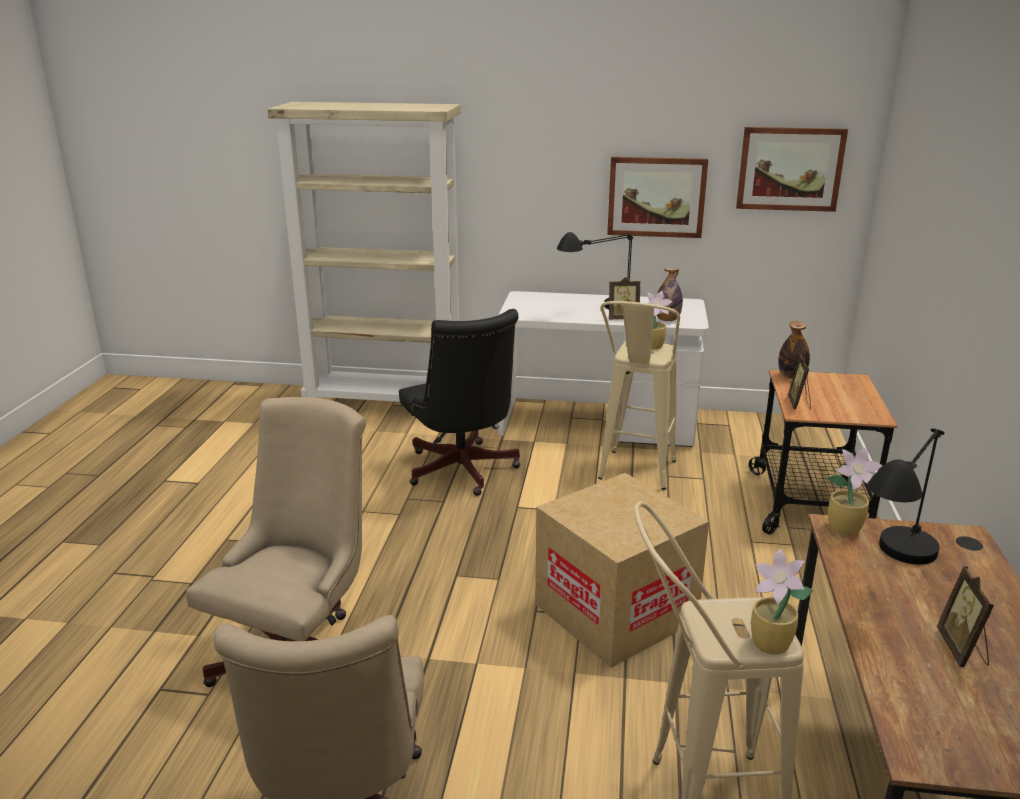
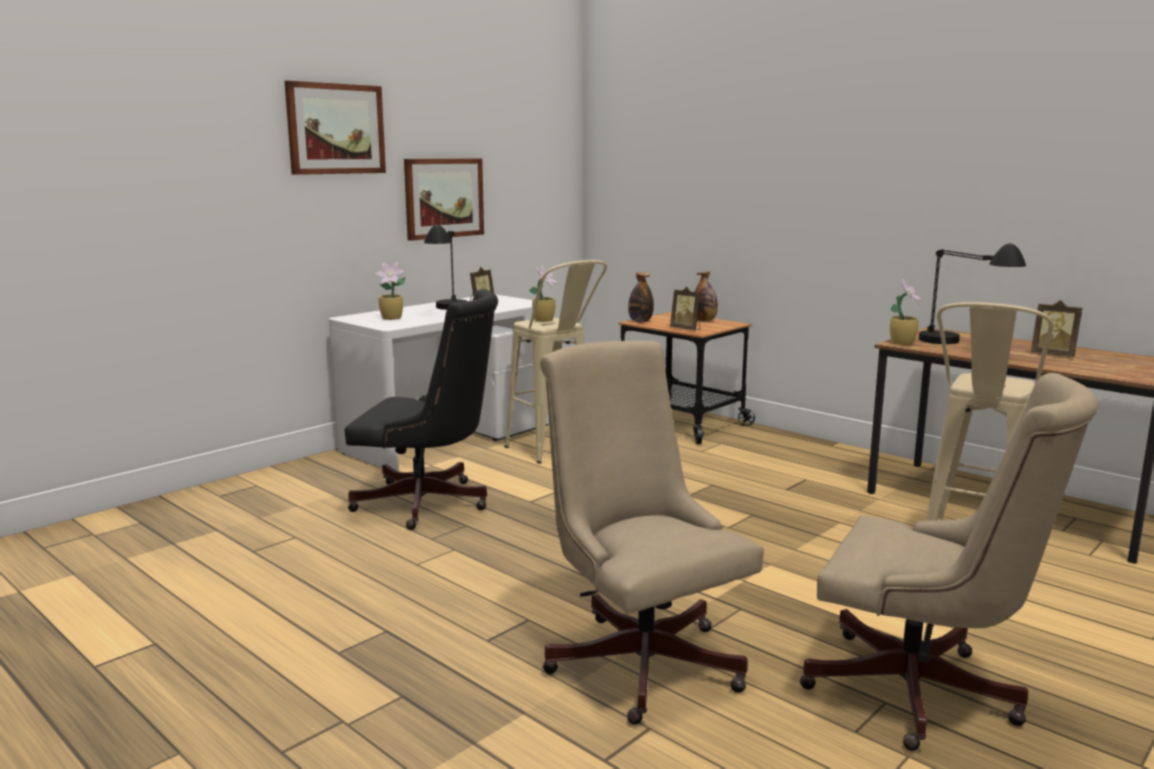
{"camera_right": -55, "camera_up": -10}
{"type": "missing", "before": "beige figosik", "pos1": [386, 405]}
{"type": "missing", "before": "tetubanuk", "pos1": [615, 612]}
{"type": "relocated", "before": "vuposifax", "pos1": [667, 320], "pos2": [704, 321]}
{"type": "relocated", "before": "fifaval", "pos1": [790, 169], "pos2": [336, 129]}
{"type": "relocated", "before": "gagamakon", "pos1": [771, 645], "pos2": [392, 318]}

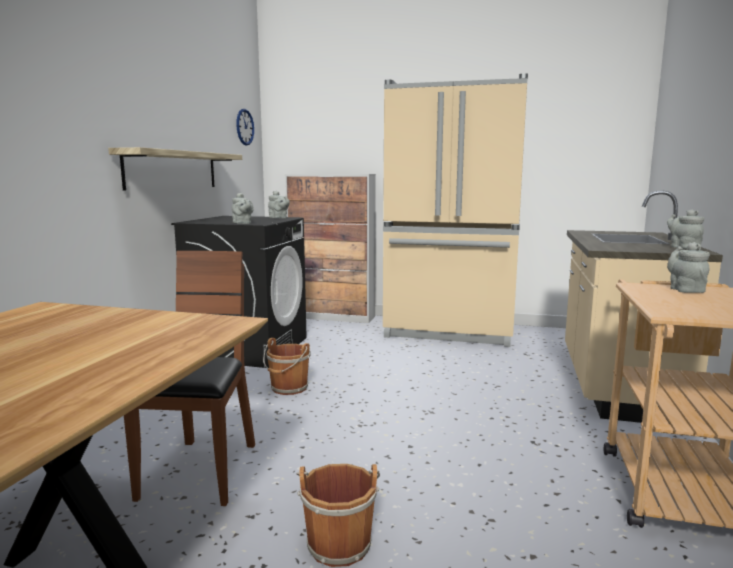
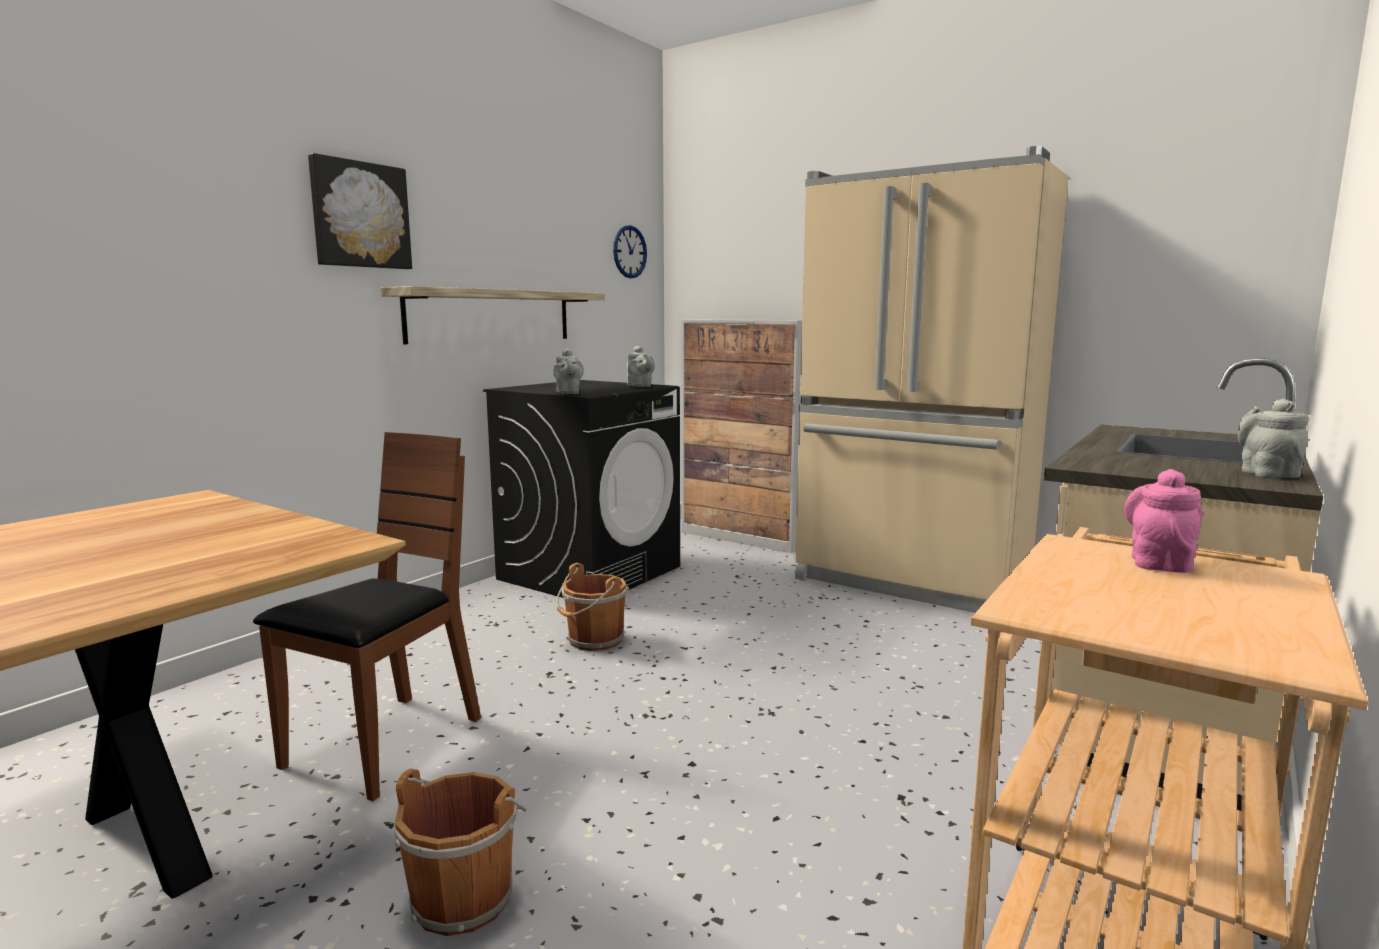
{"camera_right": 20, "camera_up": 0}
{"type": "colour", "before": "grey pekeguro", "after": "pink pekeguro", "pos1": [685, 289], "pos2": [1159, 562]}
{"type": "appeared", "after": "fifaval", "pos2": [359, 215]}

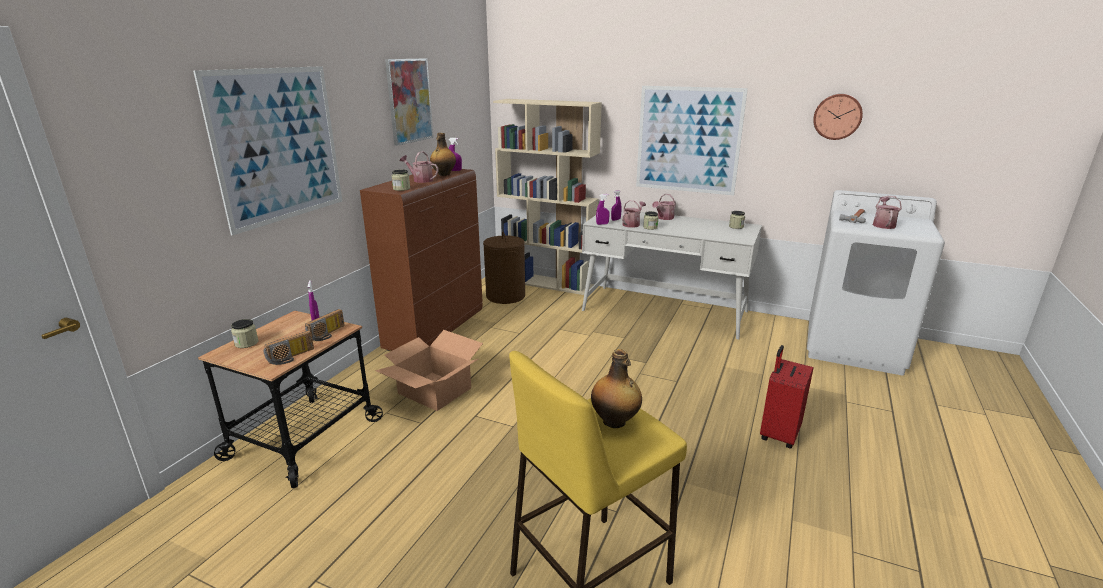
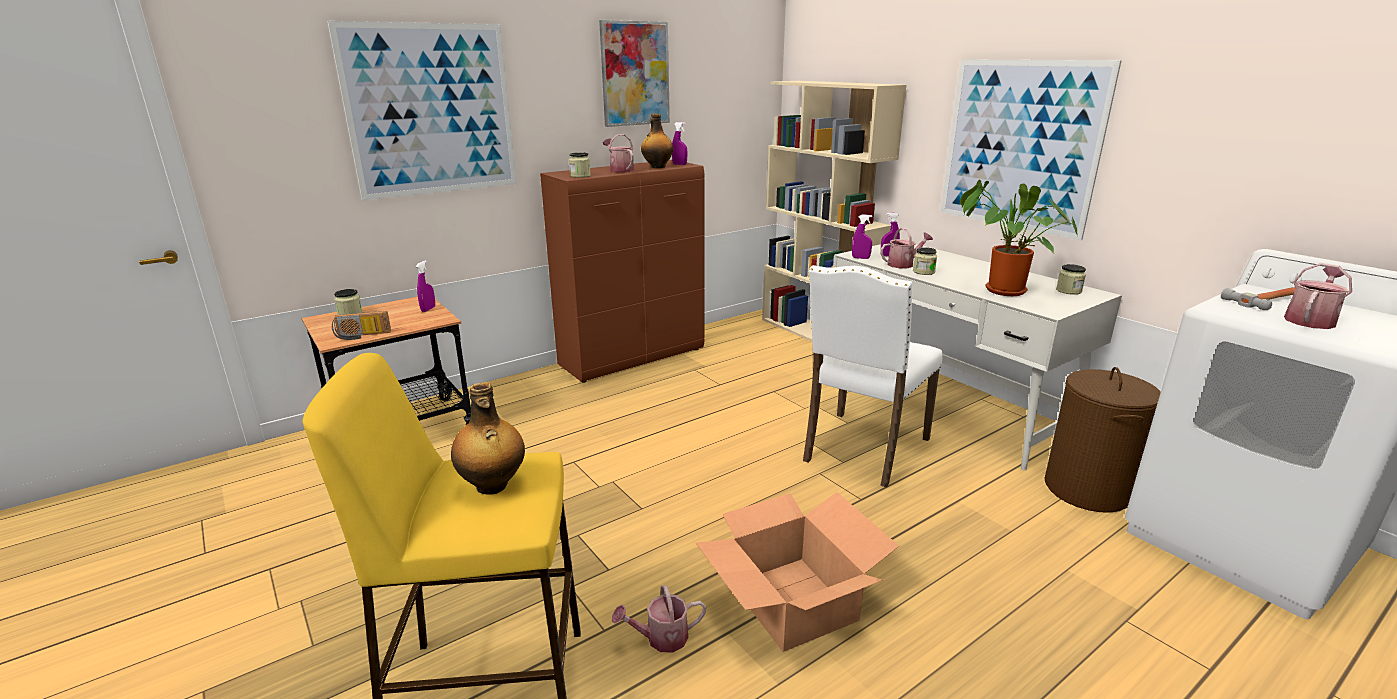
{"camera_right": 30, "camera_up": 0}
{"type": "missing", "before": "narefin", "pos1": [328, 334]}
{"type": "relocated", "before": "tetubanuk", "pos1": [434, 391], "pos2": [792, 603]}
{"type": "relocated", "before": "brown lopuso", "pos1": [505, 296], "pos2": [1087, 490]}
{"type": "relocated", "before": "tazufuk", "pos1": [664, 218], "pos2": [661, 638]}
{"type": "missing", "before": "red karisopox", "pos1": [778, 434]}
{"type": "missing", "before": "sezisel", "pos1": [837, 116]}
{"type": "appeared", "after": "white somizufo", "pos2": [862, 450]}
{"type": "appeared", "after": "gagamakon", "pos2": [1000, 291]}

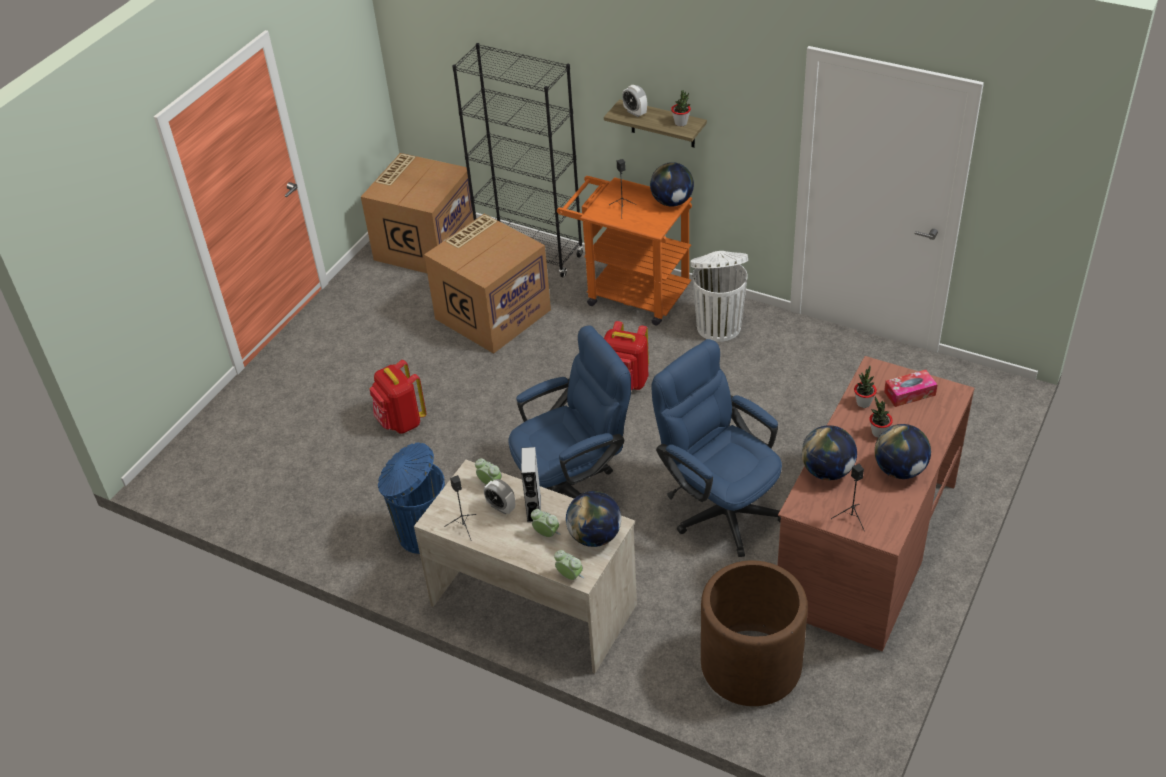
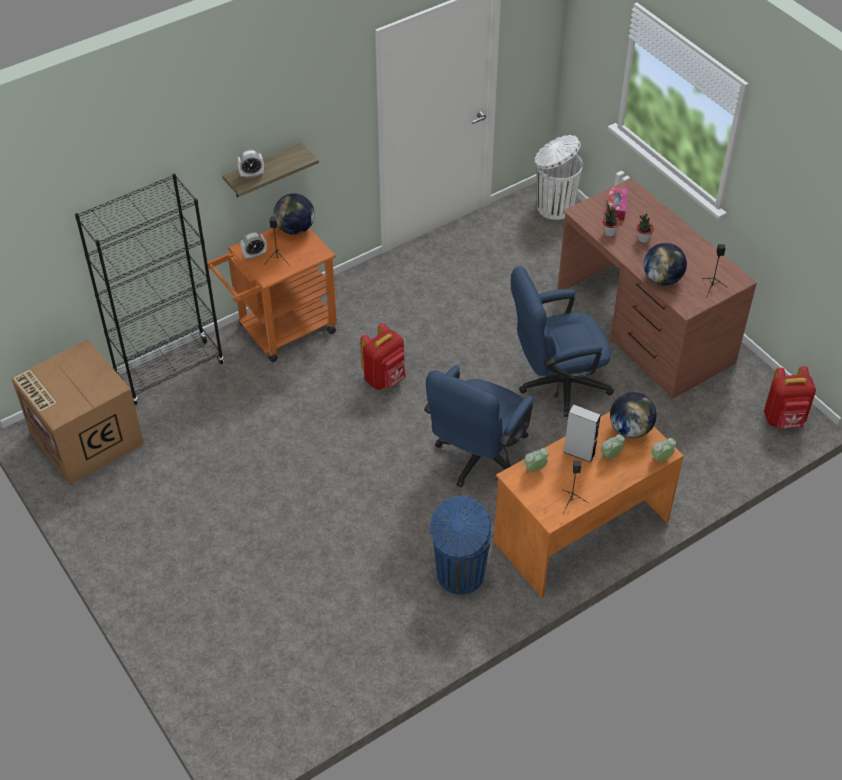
{"camera_right": -65, "camera_up": 5}
{"type": "relocated", "before": "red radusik", "pos1": [401, 422], "pos2": [784, 420]}
{"type": "colour", "before": "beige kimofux", "after": "orange kimofux", "pos1": [534, 603], "pos2": [580, 530]}
{"type": "missing", "before": "tetubanuk", "pos1": [493, 313]}
{"type": "relocated", "before": "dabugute", "pos1": [501, 507], "pos2": [254, 255]}
{"type": "spun", "before": "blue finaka", "pos1": [572, 488], "pos2": [477, 459], "turn": -150}
{"type": "missing", "before": "gagamakon", "pos1": [681, 123]}
{"type": "relocated", "before": "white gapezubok", "pos1": [718, 326], "pos2": [554, 207]}
{"type": "missing", "before": "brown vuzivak", "pos1": [751, 665]}
{"type": "missing", "before": "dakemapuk", "pos1": [900, 470]}

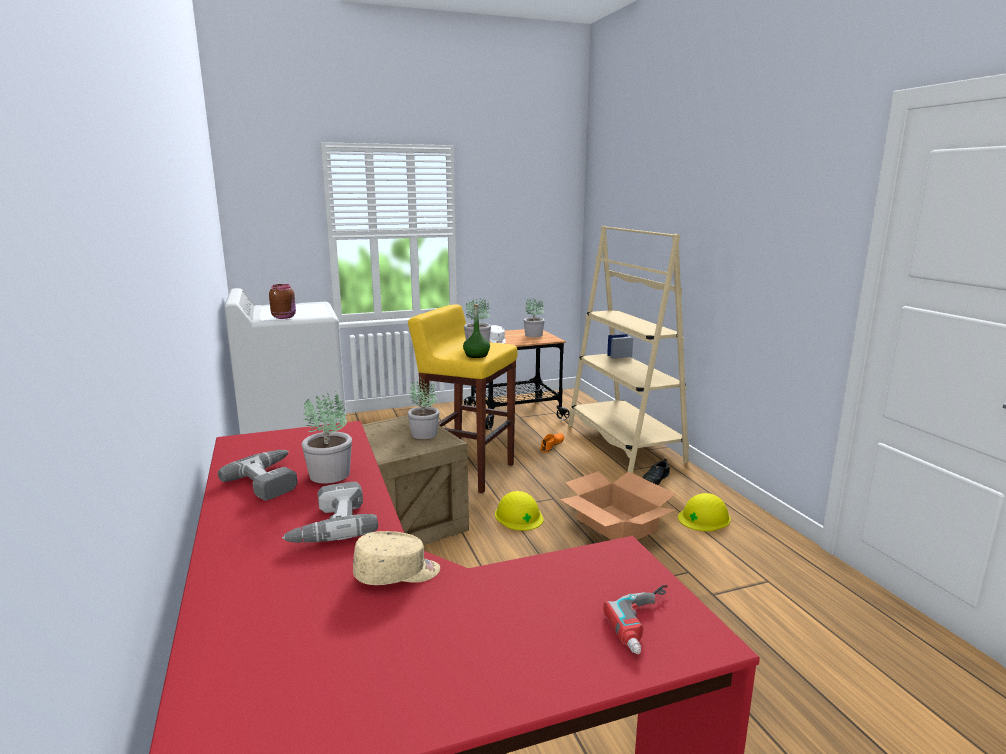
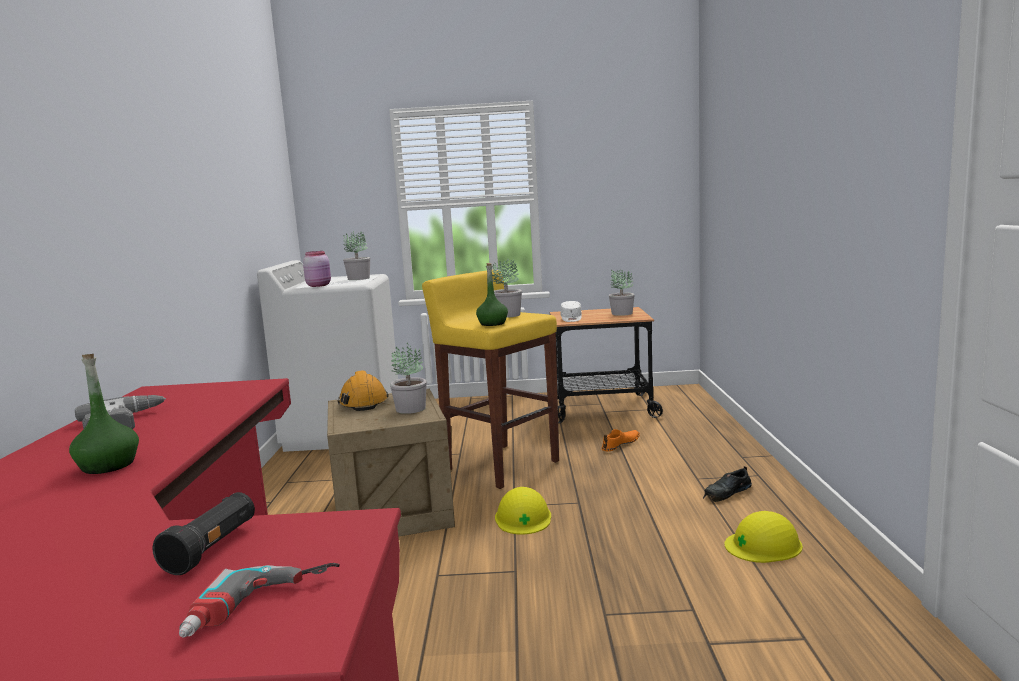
{"camera_right": 20, "camera_up": -5}
{"type": "colour", "before": "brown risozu", "after": "pink risozu", "pos1": [284, 317], "pos2": [319, 285]}
{"type": "exchanged", "before": "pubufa", "after": "green vuposifax", "pos1": [329, 524], "pos2": [108, 465]}
{"type": "relocated", "before": "gagamakon", "pos1": [330, 474], "pos2": [359, 278]}
{"type": "missing", "before": "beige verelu", "pos1": [397, 574]}
{"type": "missing", "before": "tetubanuk", "pos1": [616, 525]}
{"type": "missing", "before": "beige figosik", "pos1": [624, 443]}
{"type": "appeared", "after": "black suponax", "pos2": [212, 548]}
{"type": "appeared", "after": "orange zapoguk", "pos2": [363, 402]}

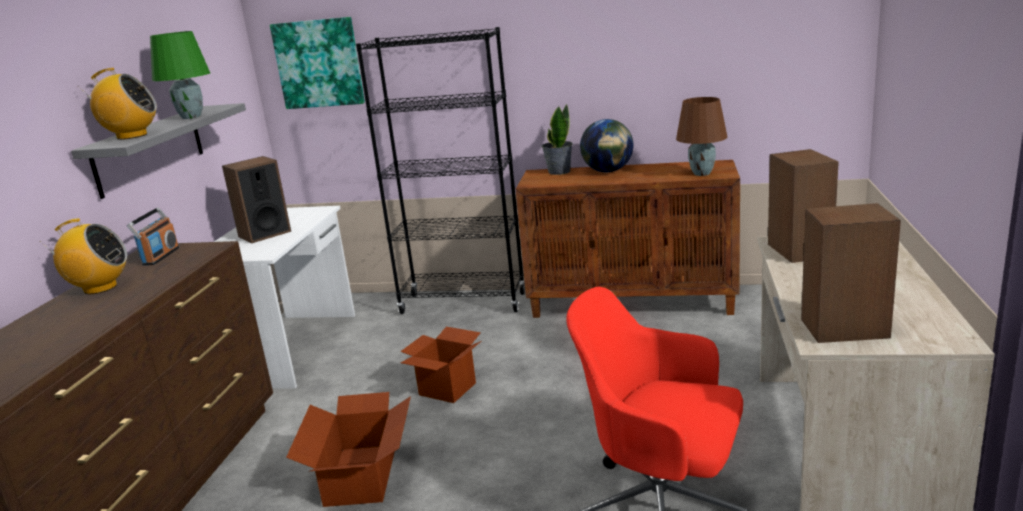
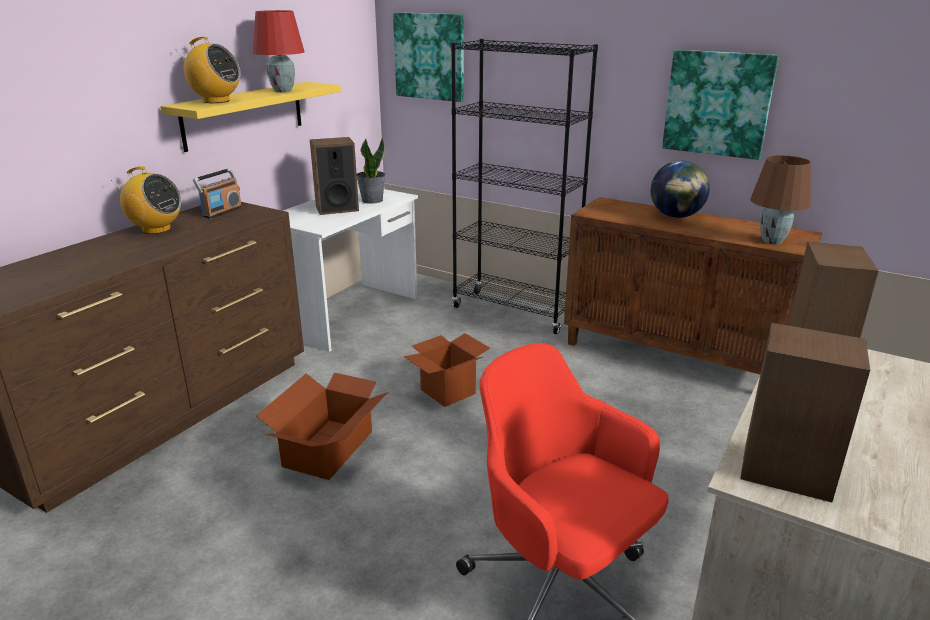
{"camera_right": 20, "camera_up": 5}
{"type": "colour", "before": "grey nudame", "after": "yellow nudame", "pos1": [149, 150], "pos2": [244, 115]}
{"type": "colour", "before": "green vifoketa", "after": "red vifoketa", "pos1": [190, 117], "pos2": [282, 91]}
{"type": "relocated", "before": "gagamakon", "pos1": [559, 171], "pos2": [372, 200]}
{"type": "appeared", "after": "fifaval", "pos2": [717, 103]}

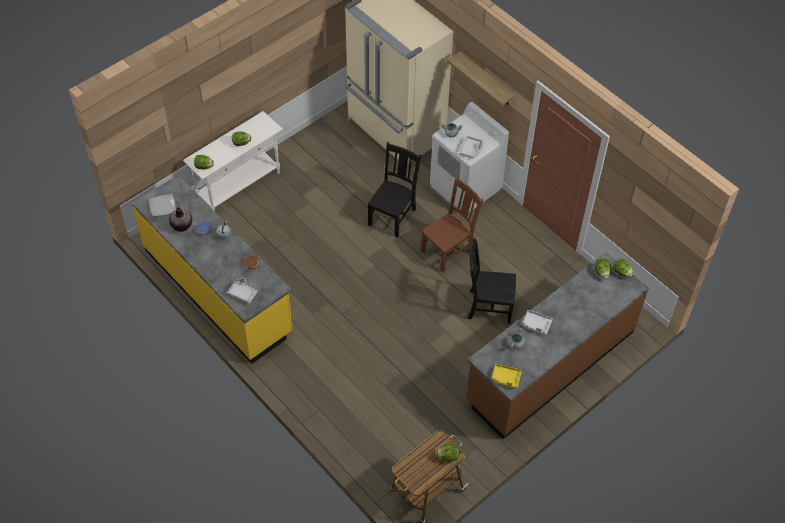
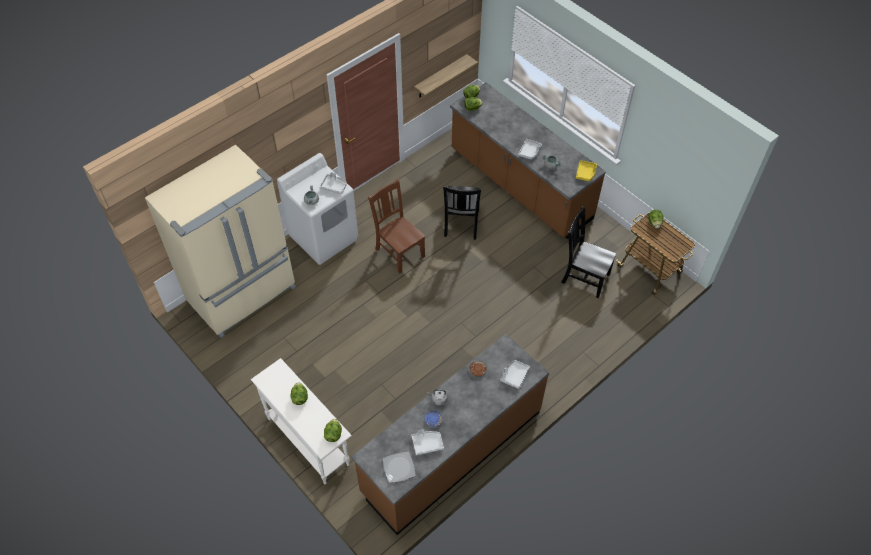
{"camera_right": -90, "camera_up": 0}
{"type": "colour", "before": "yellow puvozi", "after": "brown puvozi", "pos1": [218, 290], "pos2": [451, 451]}
{"type": "exchanged", "before": "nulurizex", "after": "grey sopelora", "pos1": [182, 225], "pos2": [427, 443]}
{"type": "relocated", "before": "black somizufo", "pos1": [393, 215], "pos2": [584, 277]}
{"type": "relocated", "before": "nudame", "pos1": [486, 80], "pos2": [440, 76]}

